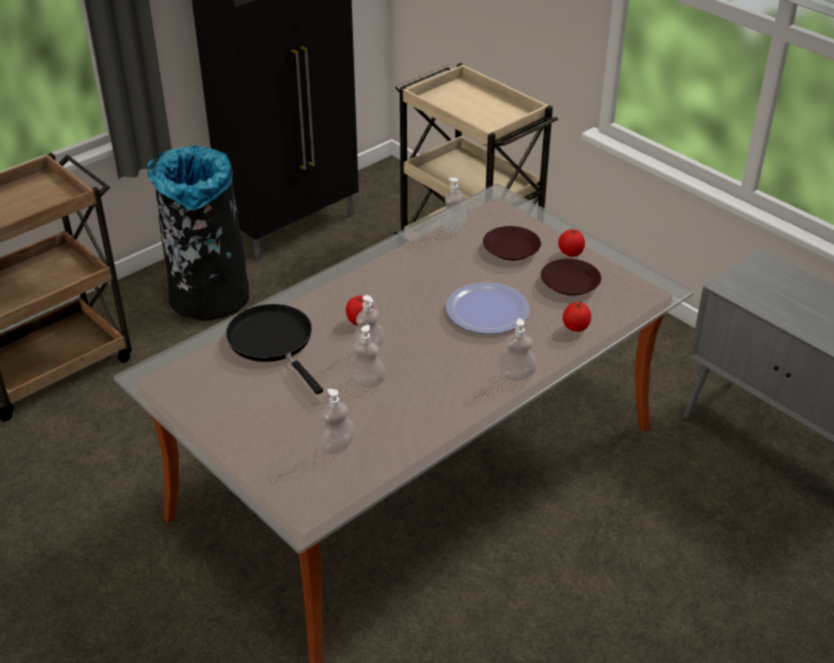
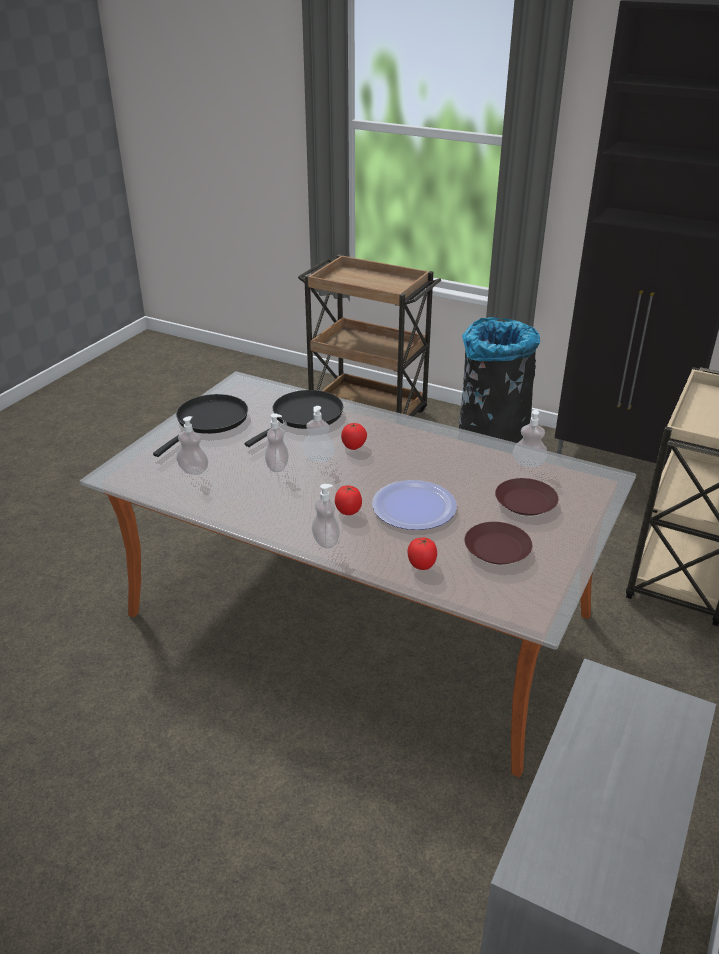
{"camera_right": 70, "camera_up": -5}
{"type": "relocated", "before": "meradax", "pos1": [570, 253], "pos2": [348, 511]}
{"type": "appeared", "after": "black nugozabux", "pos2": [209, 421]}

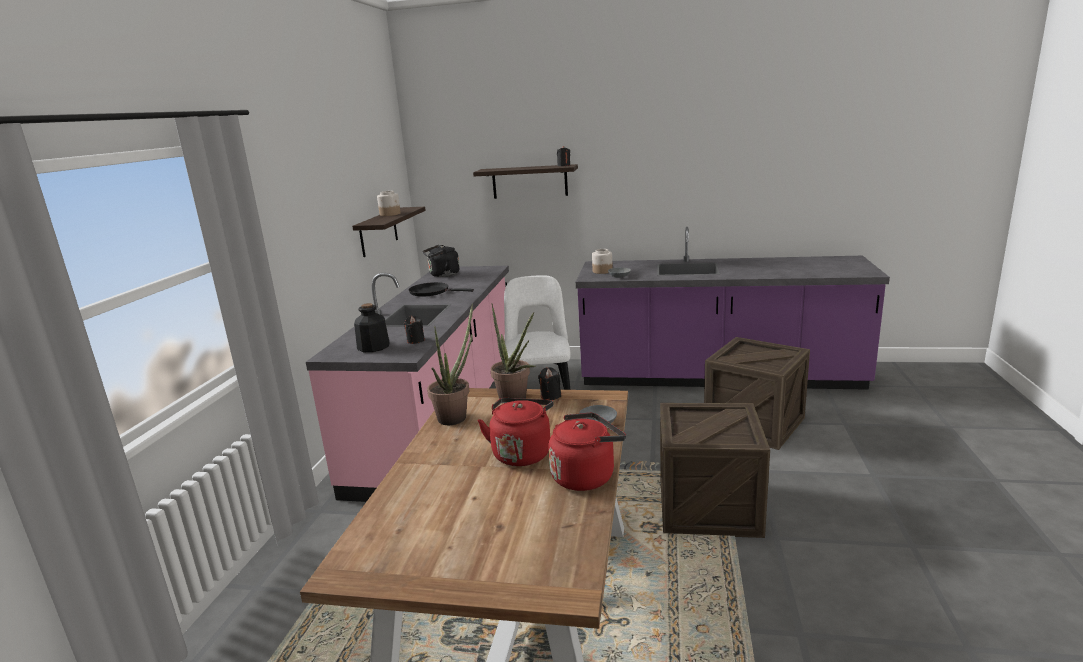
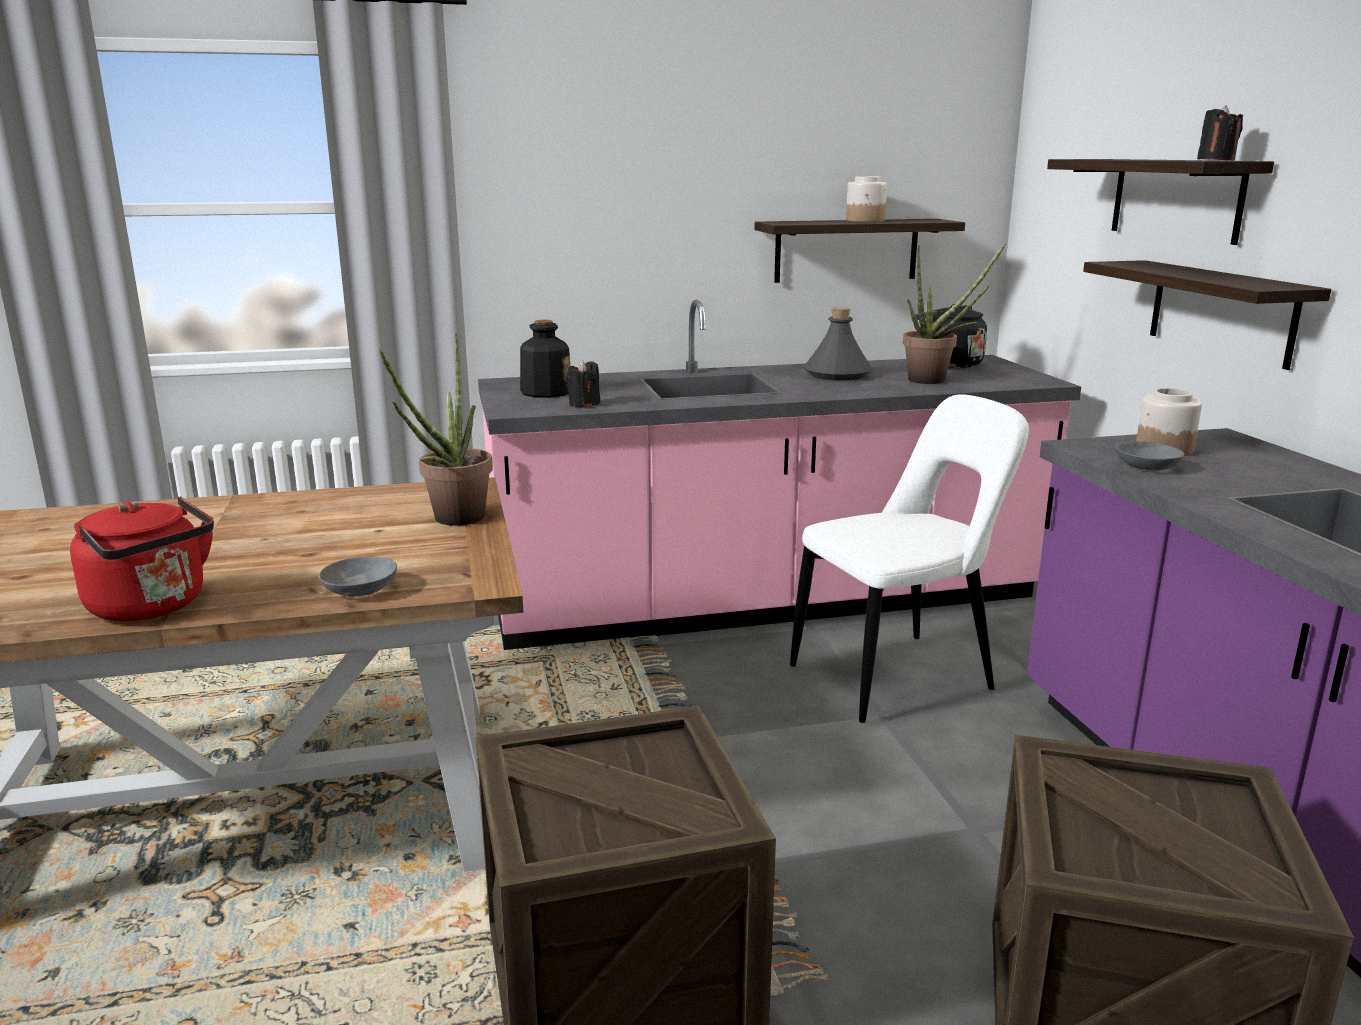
{"camera_right": 65, "camera_up": 0}
{"type": "exchanged", "before": "black nugozabux", "after": "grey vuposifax", "pos1": [432, 292], "pos2": [837, 375]}
{"type": "relocated", "before": "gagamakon", "pos1": [456, 416], "pos2": [935, 380]}
{"type": "missing", "before": "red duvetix", "pos1": [522, 453]}
{"type": "missing", "before": "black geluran", "pos1": [550, 396]}
{"type": "appeared", "after": "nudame", "pos2": [1221, 312]}

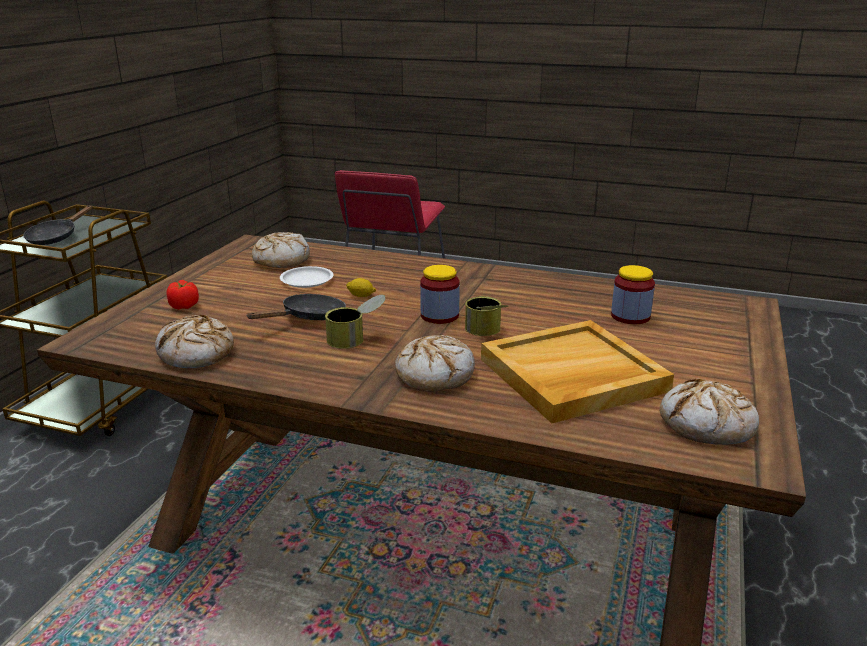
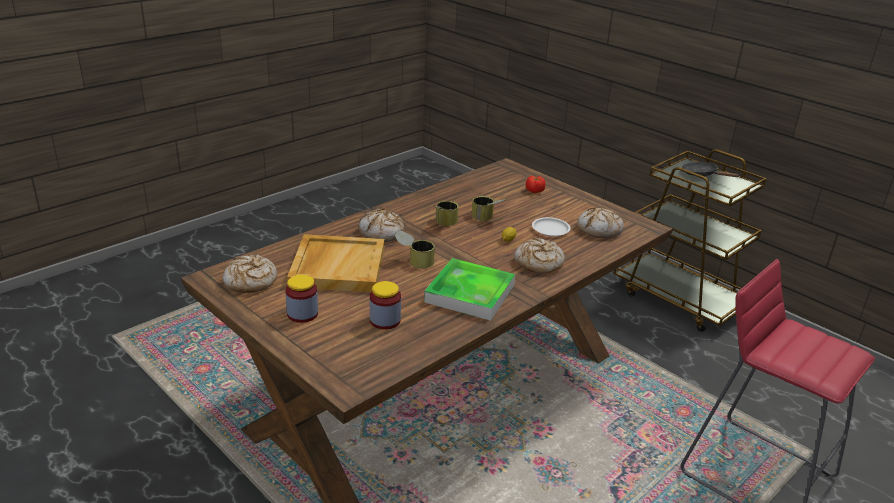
{"camera_right": 115, "camera_up": 5}
{"type": "relocated", "before": "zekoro", "pos1": [196, 354], "pos2": [538, 263]}
{"type": "exchanged", "before": "black nugozabux", "after": "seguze", "pos1": [308, 317], "pos2": [487, 218]}
{"type": "relocated", "before": "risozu", "pos1": [439, 316], "pos2": [302, 314]}
{"type": "appeared", "after": "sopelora", "pos2": [470, 293]}

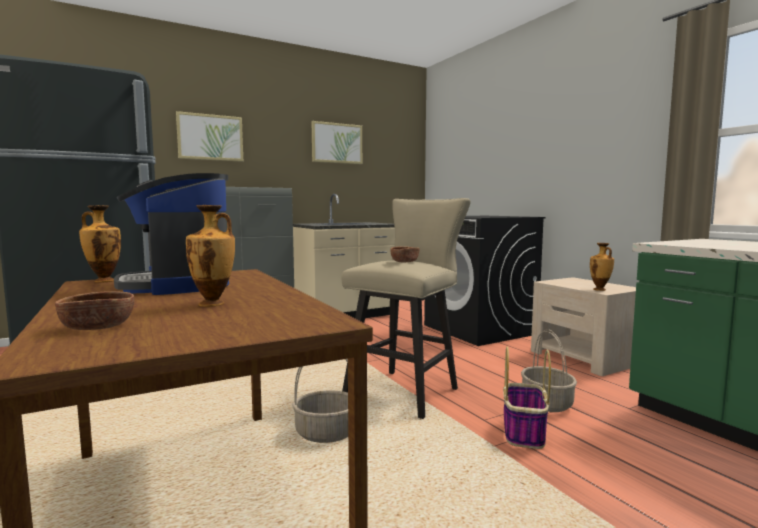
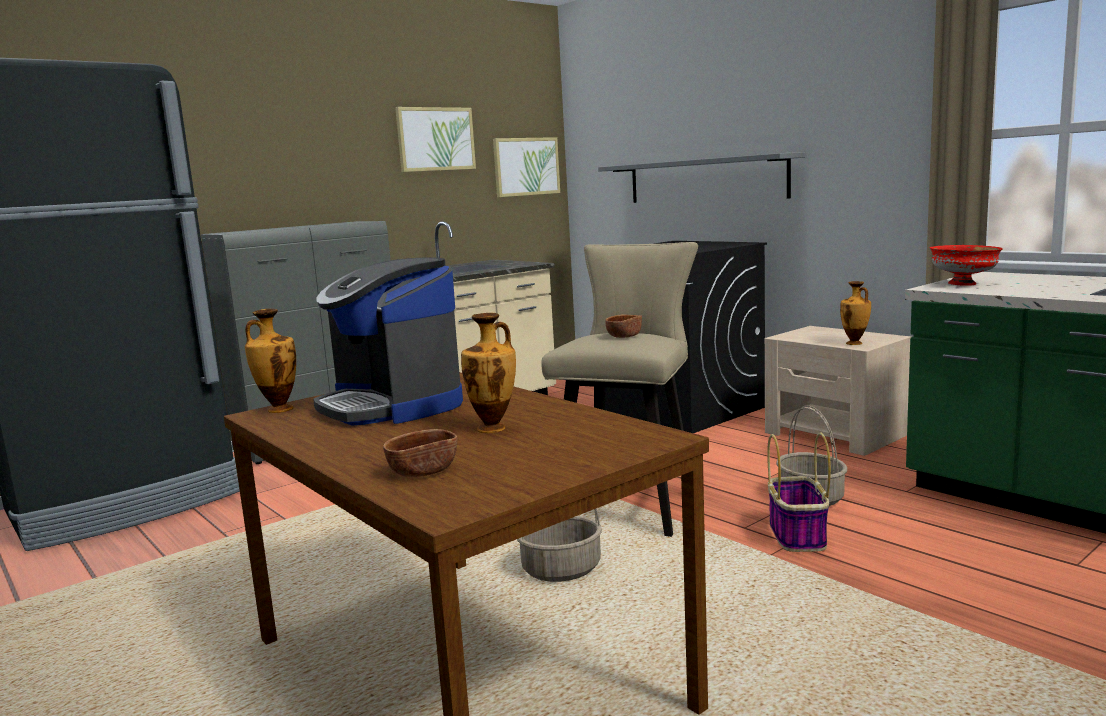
{"camera_right": -10, "camera_up": 5}
{"type": "relocated", "before": "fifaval", "pos1": [210, 137], "pos2": [526, 166]}
{"type": "appeared", "after": "grey nudame", "pos2": [704, 180]}
{"type": "appeared", "after": "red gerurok", "pos2": [963, 284]}

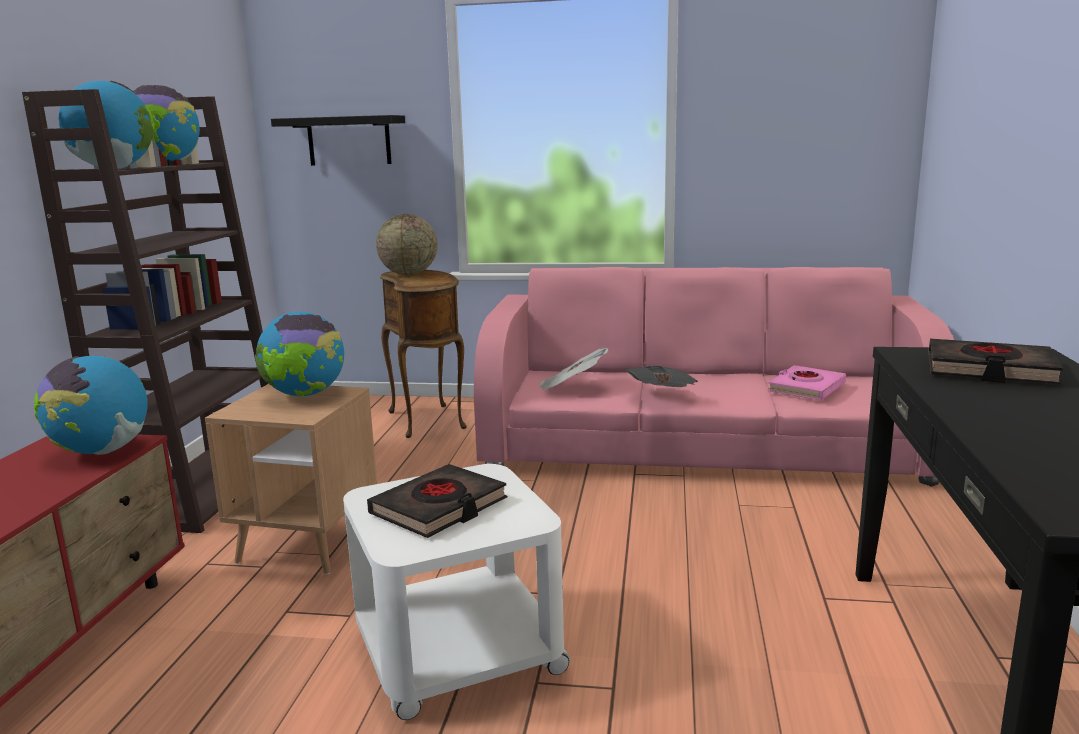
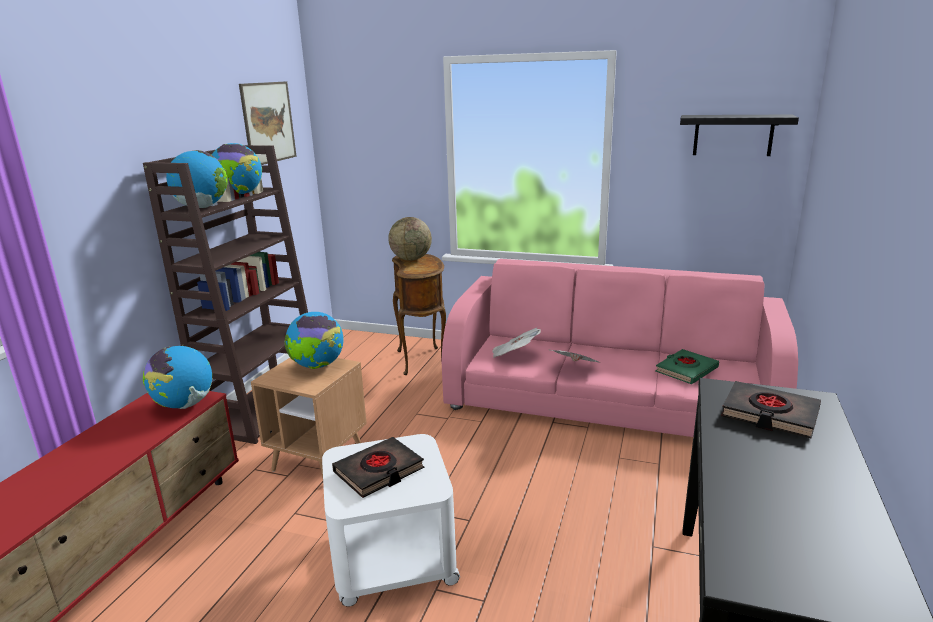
{"camera_right": 10, "camera_up": 5}
{"type": "relocated", "before": "black nudame", "pos1": [349, 141], "pos2": [733, 135]}
{"type": "colour", "before": "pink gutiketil", "after": "green gutiketil", "pos1": [806, 388], "pos2": [686, 370]}
{"type": "appeared", "after": "fifaval", "pos2": [268, 122]}

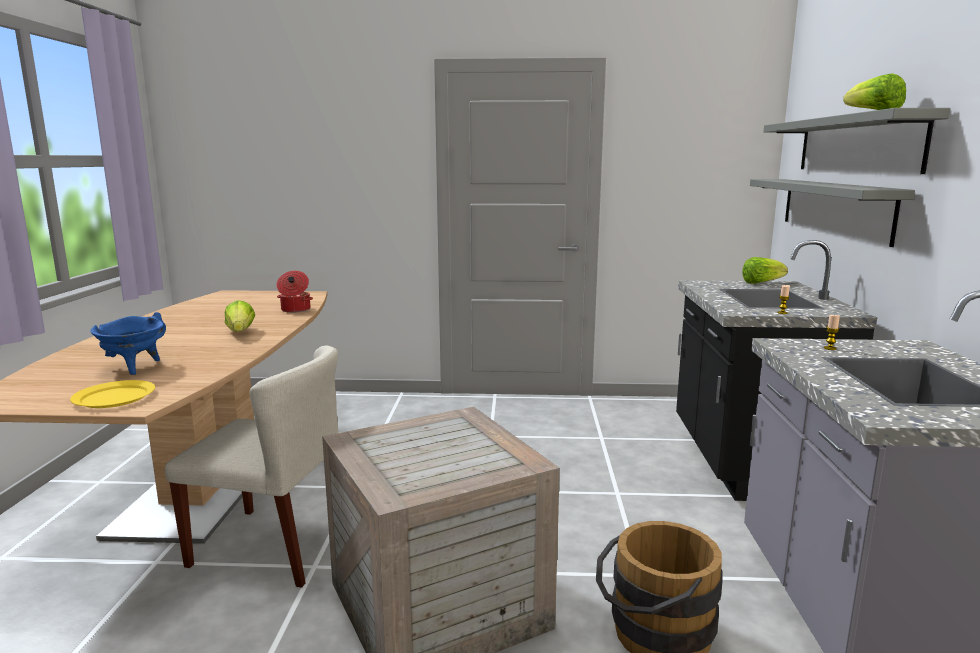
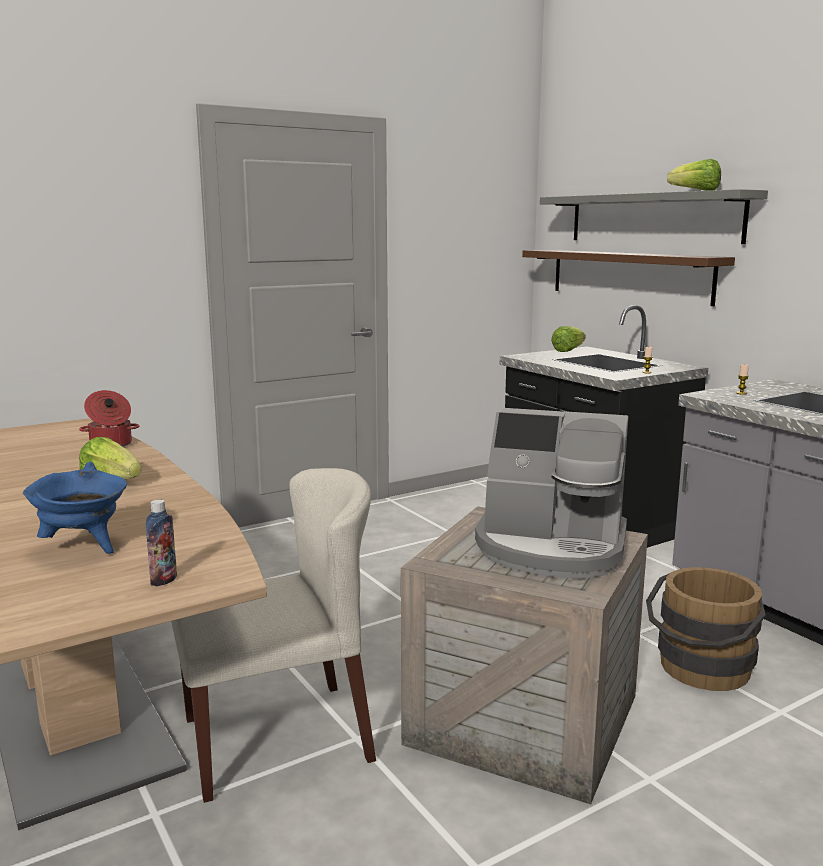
{"camera_right": -35, "camera_up": 0}
{"type": "exchanged", "before": "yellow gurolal", "after": "vuposifax", "pos1": [115, 397], "pos2": [164, 580]}
{"type": "colour", "before": "grey nudame", "after": "brown nudame", "pos1": [834, 208], "pos2": [628, 275]}
{"type": "appeared", "after": "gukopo", "pos2": [551, 548]}

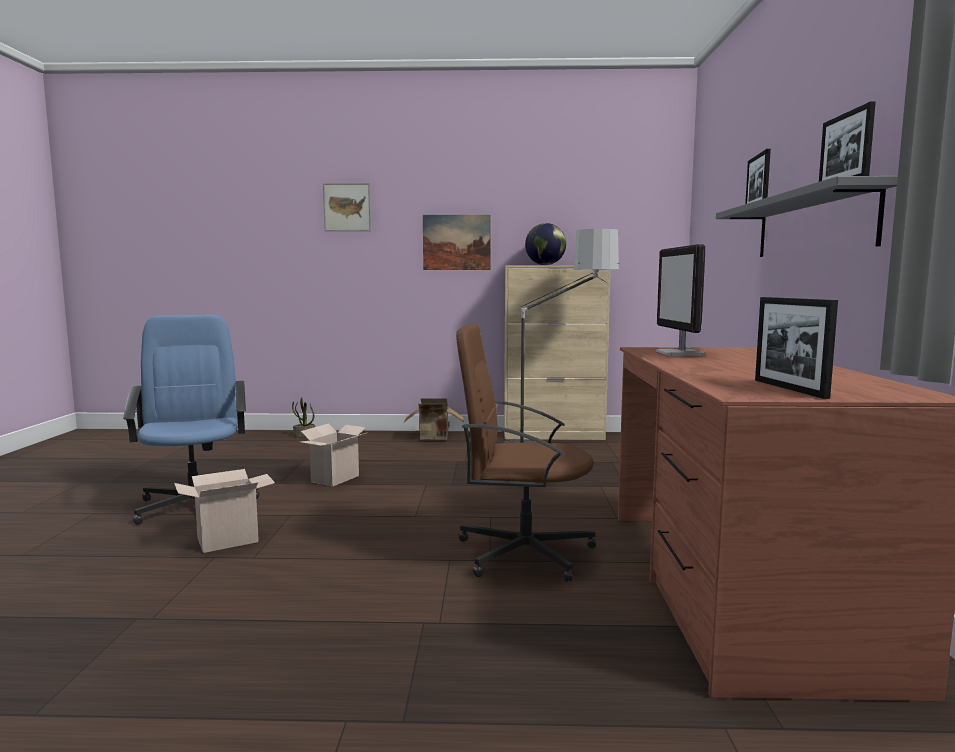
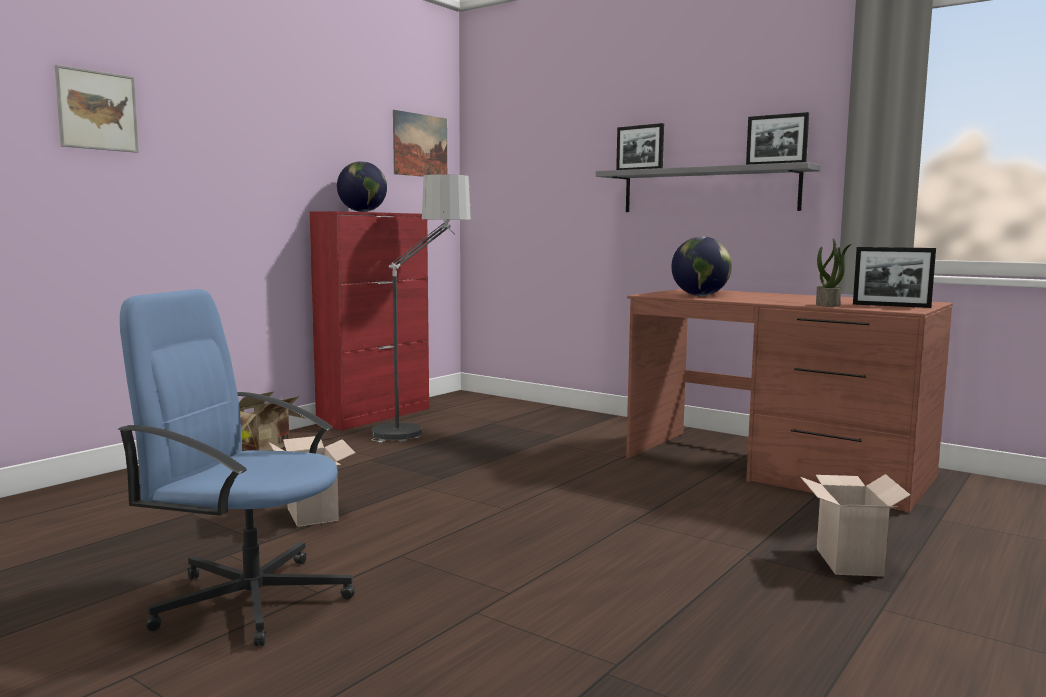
{"camera_right": -55, "camera_up": 0}
{"type": "relocated", "before": "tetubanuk", "pos1": [229, 540], "pos2": [846, 561]}
{"type": "relocated", "before": "gagamakon", "pos1": [304, 435], "pos2": [828, 305]}
{"type": "relocated", "before": "fifaval", "pos1": [456, 242], "pos2": [420, 145]}
{"type": "missing", "before": "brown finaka", "pos1": [522, 552]}
{"type": "colour", "before": "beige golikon", "after": "red golikon", "pos1": [554, 435], "pos2": [376, 416]}
{"type": "exchanged", "before": "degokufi", "after": "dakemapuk", "pos1": [680, 354], "pos2": [700, 295]}

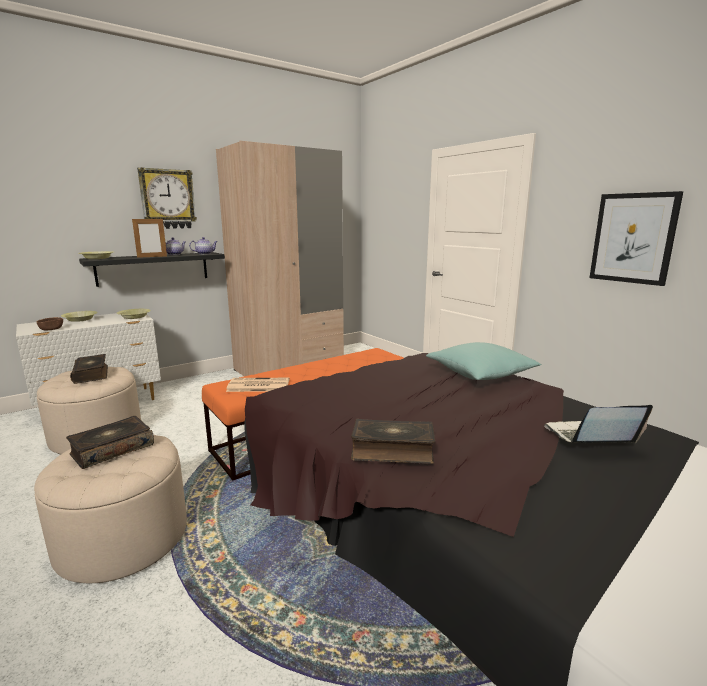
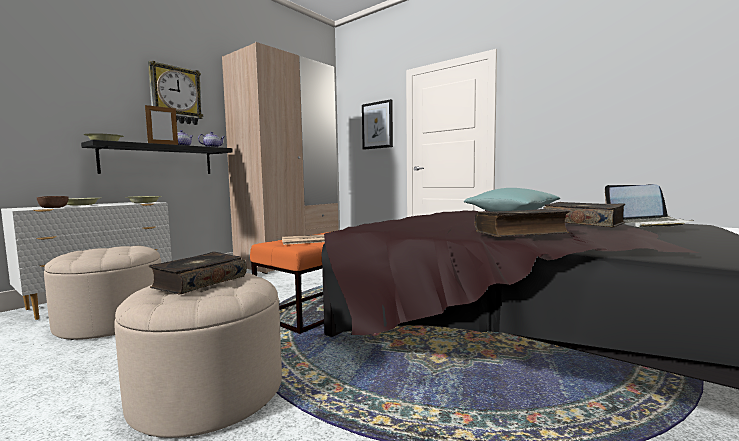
{"camera_right": -15, "camera_up": -10}
{"type": "relocated", "before": "gutiketil", "pos1": [91, 374], "pos2": [583, 223]}
{"type": "spun", "before": "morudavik", "pos1": [589, 438], "pos2": [647, 224], "turn": -150}
{"type": "relocated", "before": "fifaval", "pos1": [633, 238], "pos2": [377, 125]}

